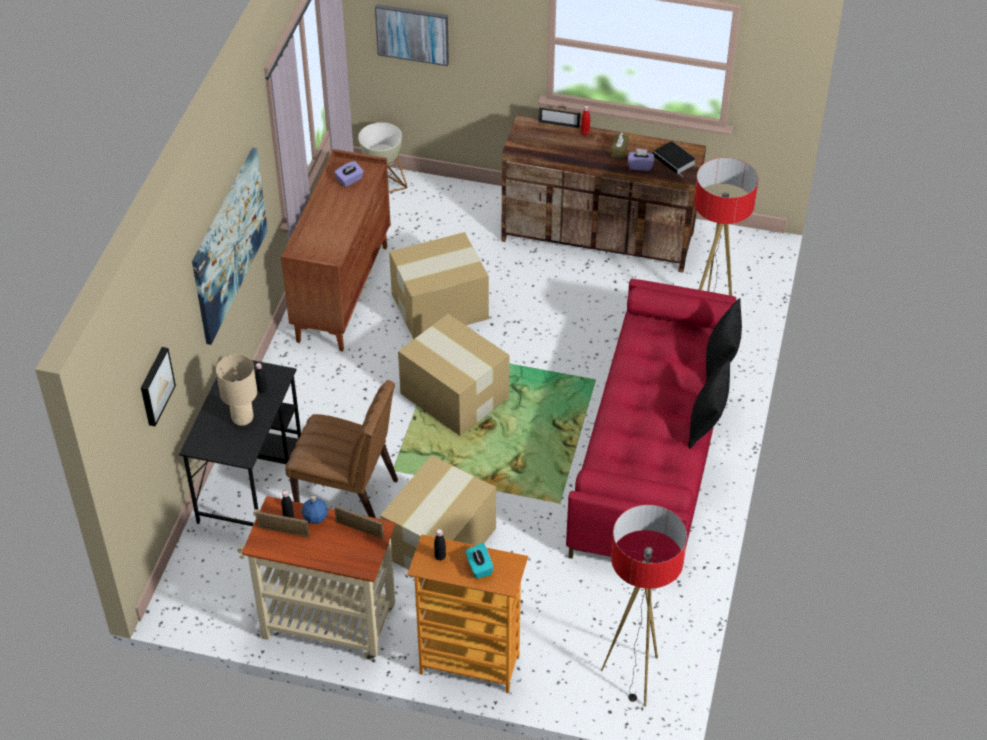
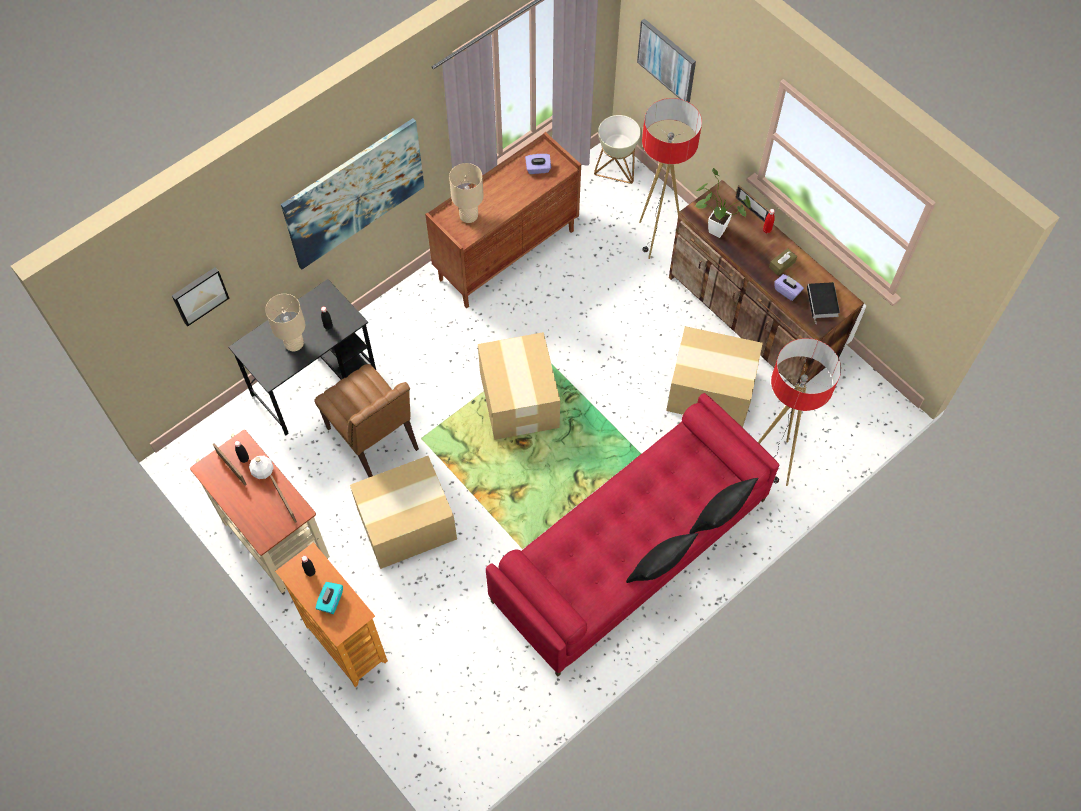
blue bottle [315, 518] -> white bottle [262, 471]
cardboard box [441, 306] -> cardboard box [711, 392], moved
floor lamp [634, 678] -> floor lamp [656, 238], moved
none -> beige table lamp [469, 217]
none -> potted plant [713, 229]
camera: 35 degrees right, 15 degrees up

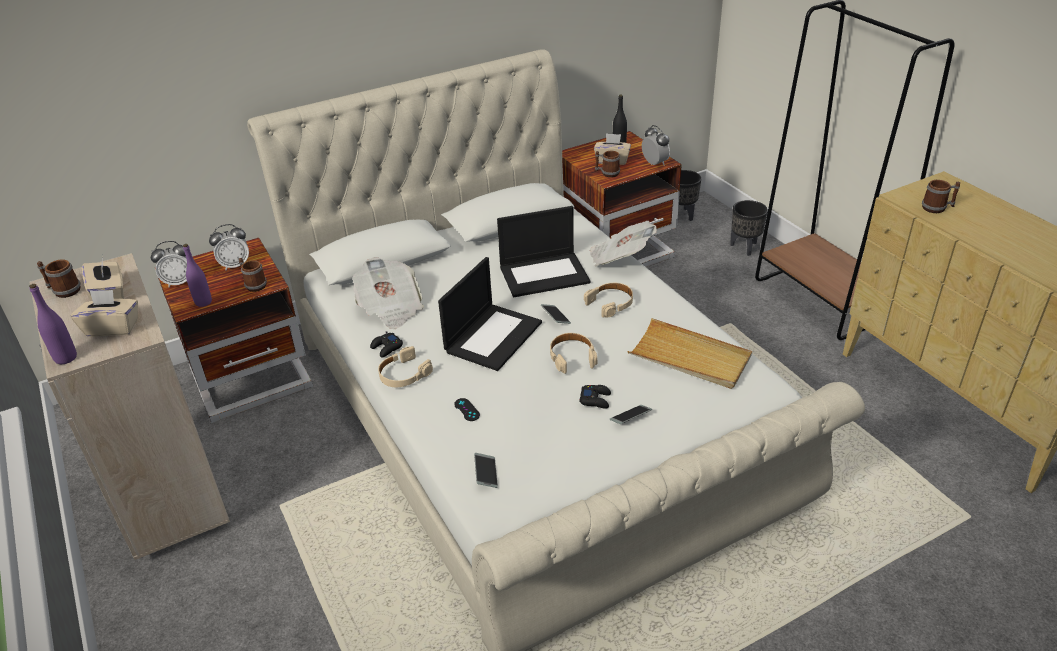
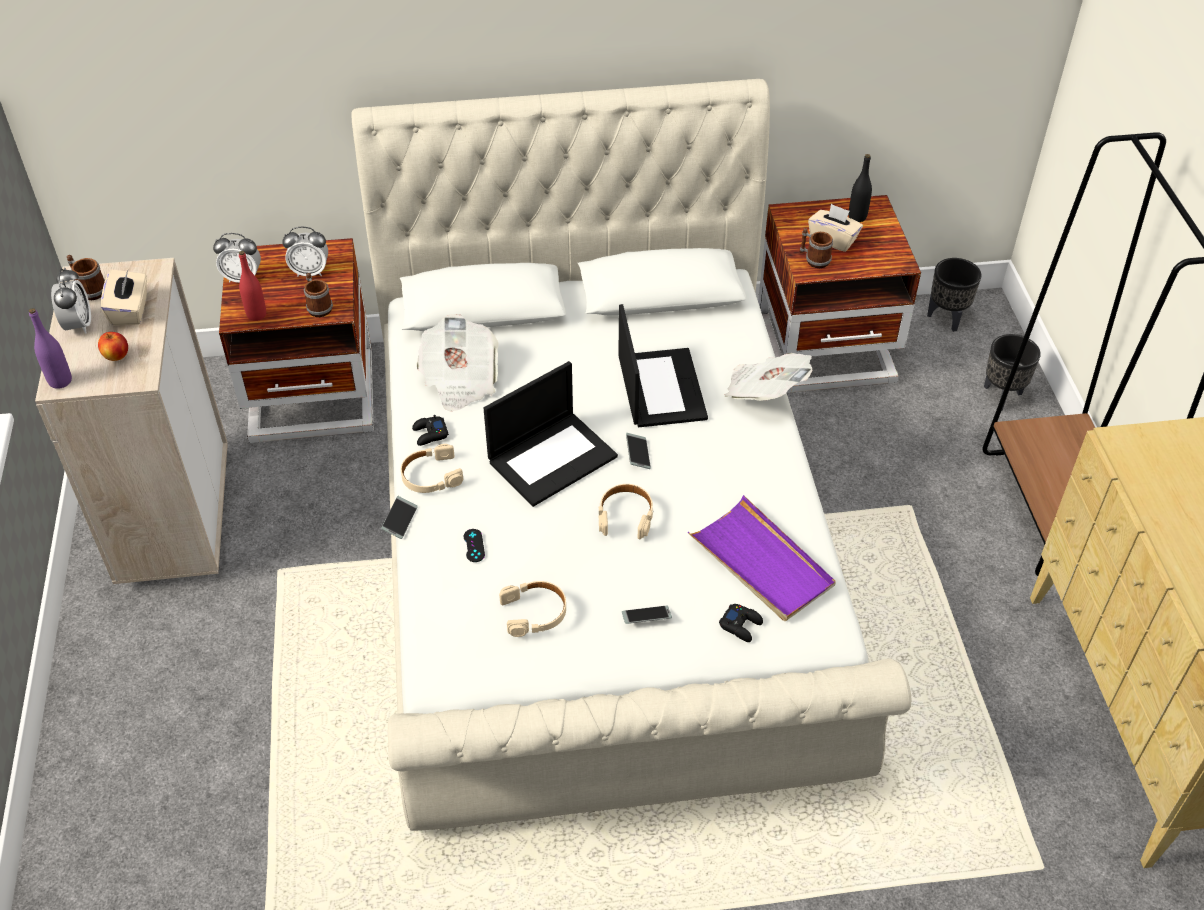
beige tissue box [112, 328] -> apple [116, 356]
purple bottle [203, 302] -> red bottle [256, 315]
phone [486, 473] -> phone [400, 520], moved
laptop [544, 274] -> laptop [660, 387], 105 degrees counterclockwise
black game controller [595, 399] -> black game controller [741, 625], moved
beige headphones [610, 303] -> beige headphones [534, 612], moved
beige tray [690, 357] -> purple tray [761, 563]
alarm clock [654, 163] -> alarm clock [78, 325], moved
mug [937, 208] -> none
camera: 20 degrees right, 10 degrees up

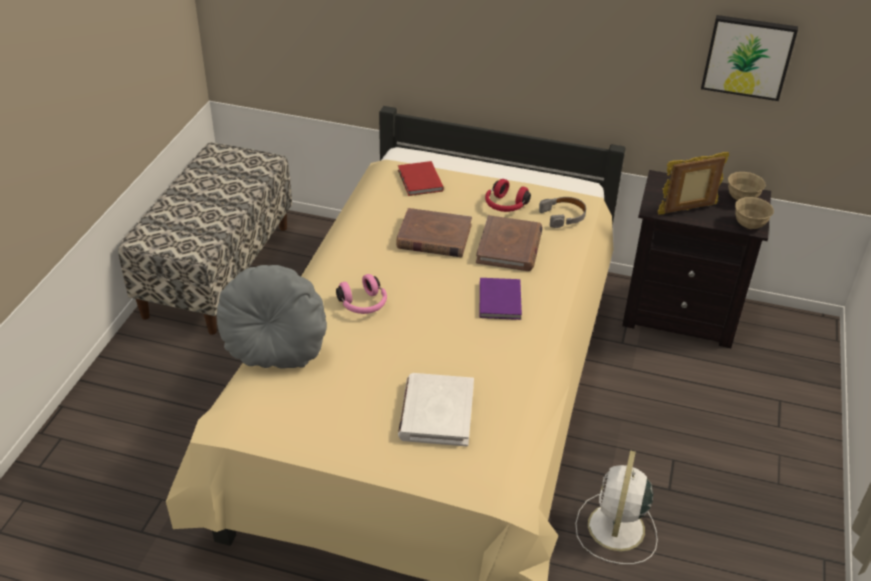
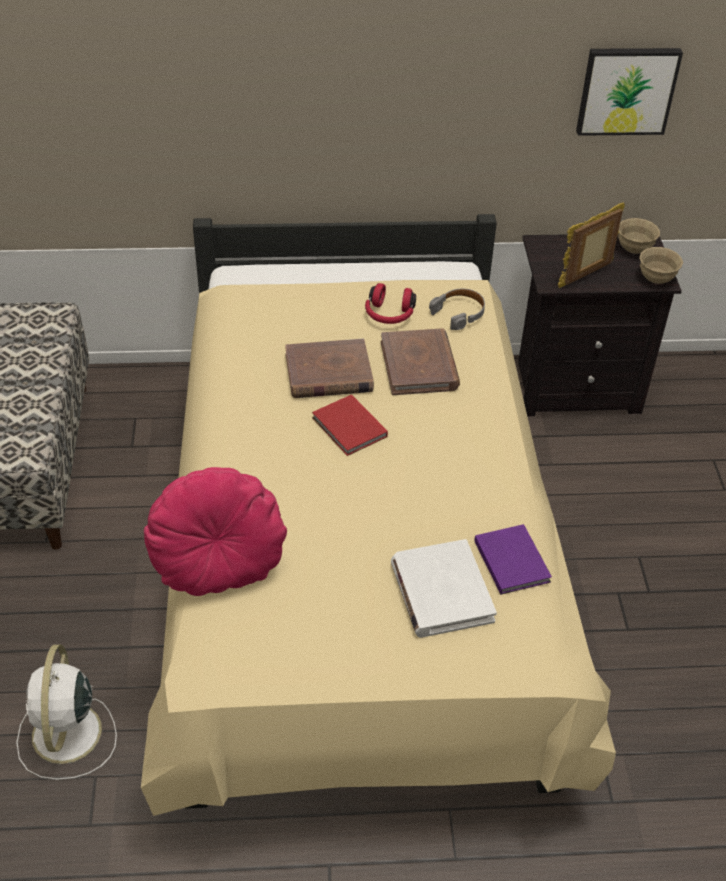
grey pillow [275, 354] -> pink pillow [219, 571]
pink headphones [363, 305] -> none
red book [419, 181] -> red book [349, 429], moved
purple book [500, 299] -> purple book [512, 559], moved
white fan [615, 529] -> white fan [66, 736], moved
camera: 20 degrees left, 5 degrees up

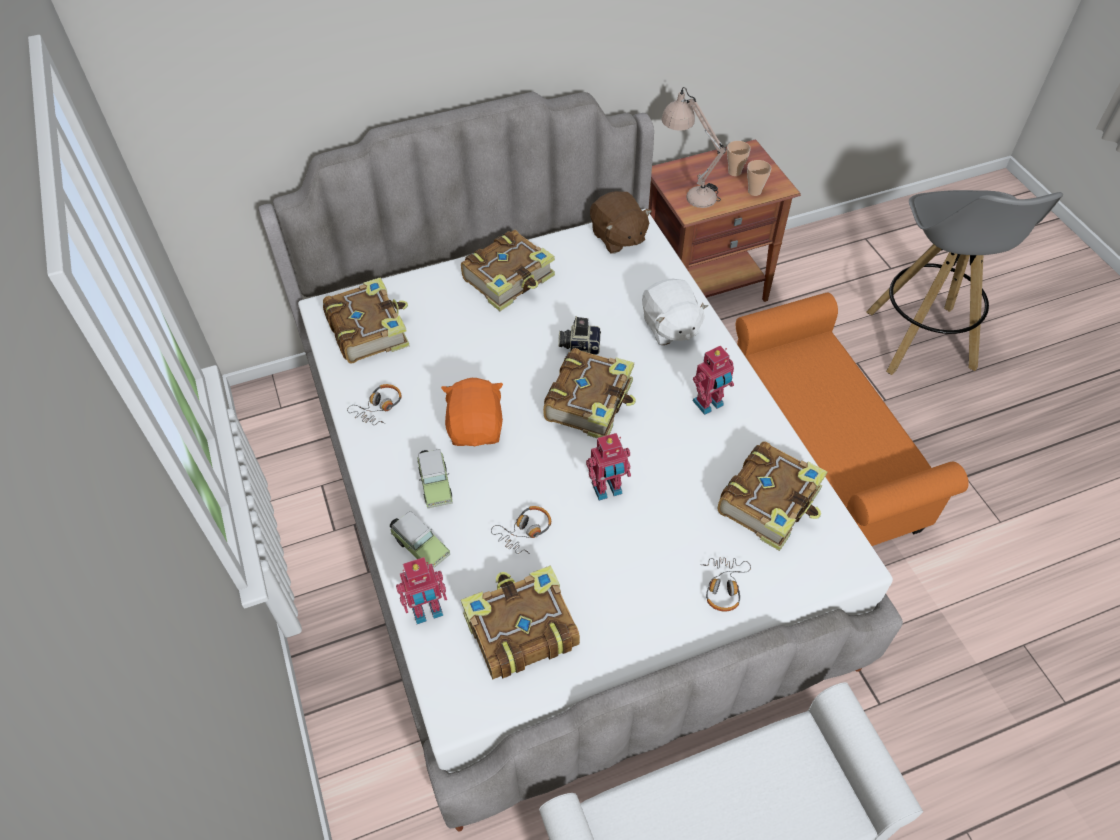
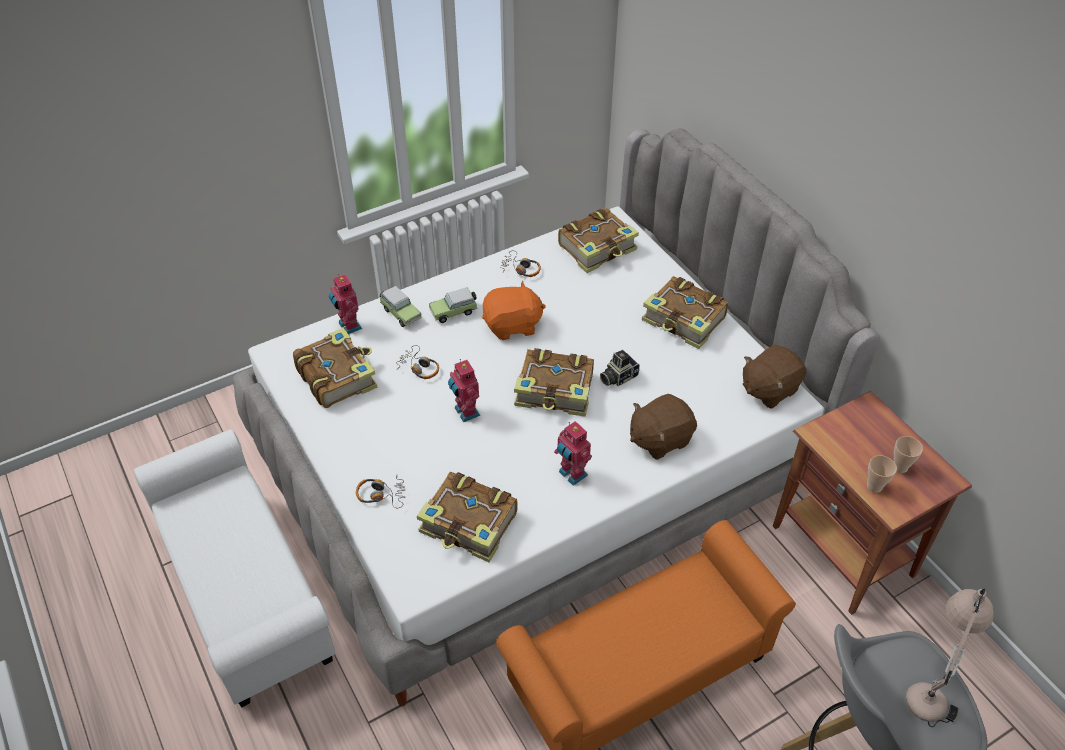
toy car [420, 546] -> toy car [400, 313], 75 degrees counterclockwise
photo camera [579, 345] -> photo camera [617, 377], 120 degrees counterclockwise
white plush toy [670, 327] -> brown plush toy [659, 439]
beige table lamp [688, 190] -> beige table lamp [933, 684], moved
camera: 80 degrees right, 5 degrees down

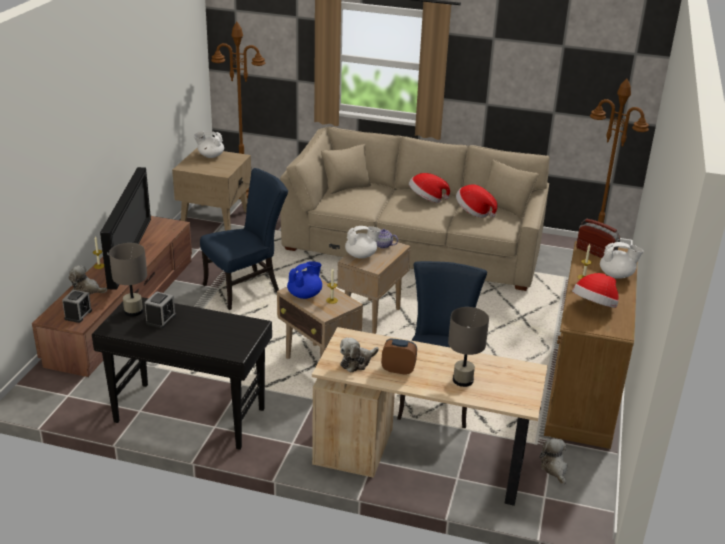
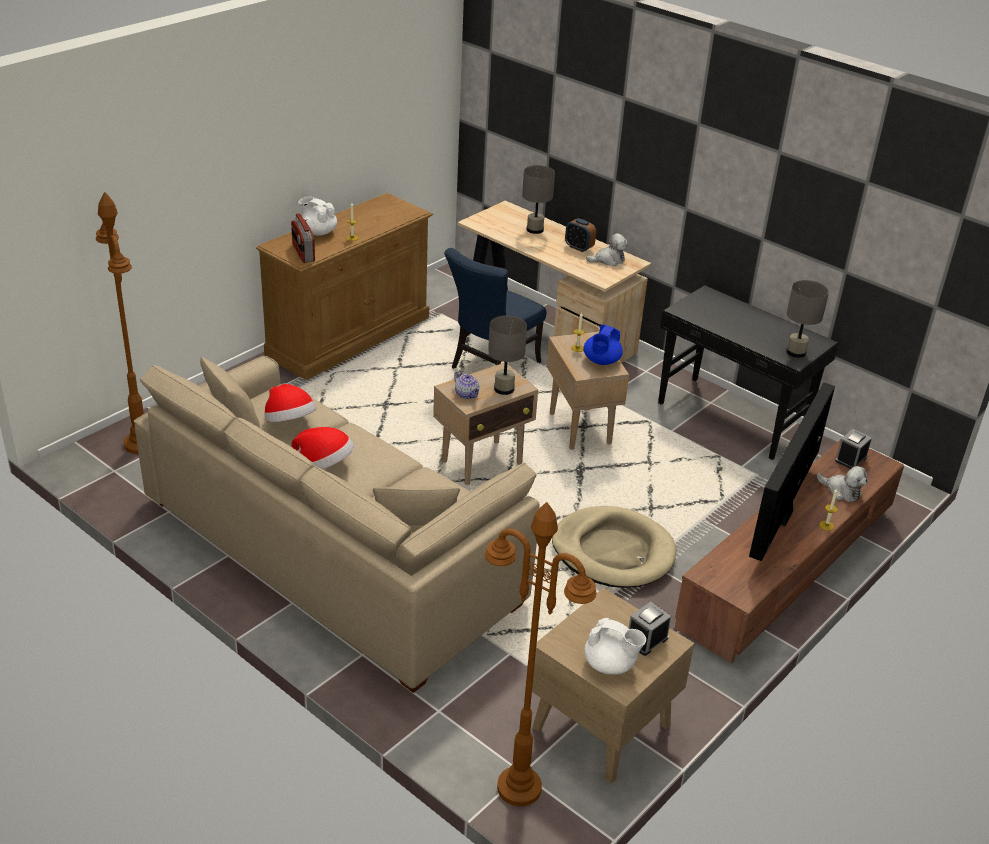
alarm clock [161, 319] -> alarm clock [646, 640], moved
blue chair [246, 288] -> beige dog bed [613, 551]
blue teapot [305, 295] -> blue teapot [601, 361], 45 degrees counterclockwise
white teapot [361, 255] -> grey table lamp [504, 388]
plush toy [554, 468] -> none
hat [594, 307] -> none
camera: 155 degrees left, 5 degrees up

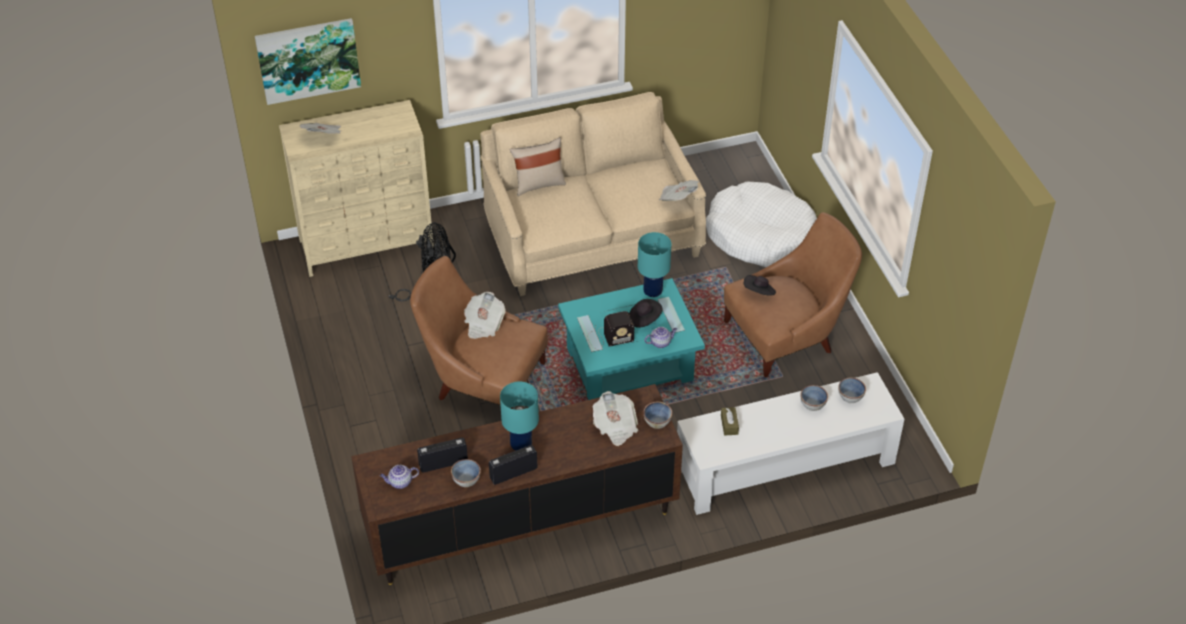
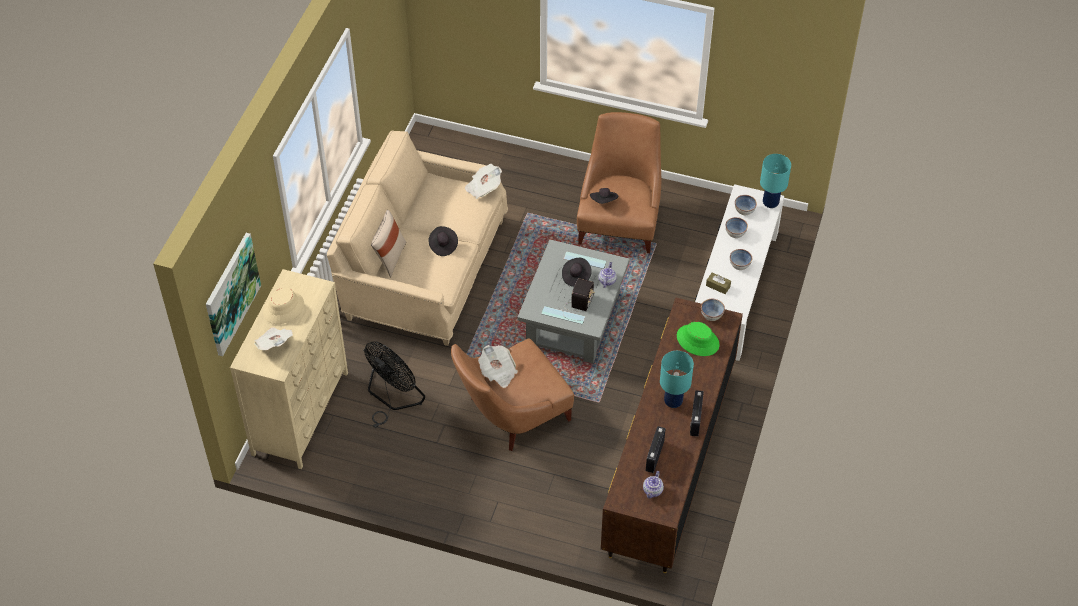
bowl [466, 480] -> bowl [740, 265], moved
turquoise coffee table [629, 364] -> grey coffee table [573, 319]
newspaper [615, 427] -> green hat [698, 340]
turquoise table lamp [653, 292] -> turquoise table lamp [770, 203], moved
white dog bed [760, 236] -> none
none -> beige hat [283, 308]
none -> black hat [443, 246]
camera: 55 degrees left, 5 degrees up

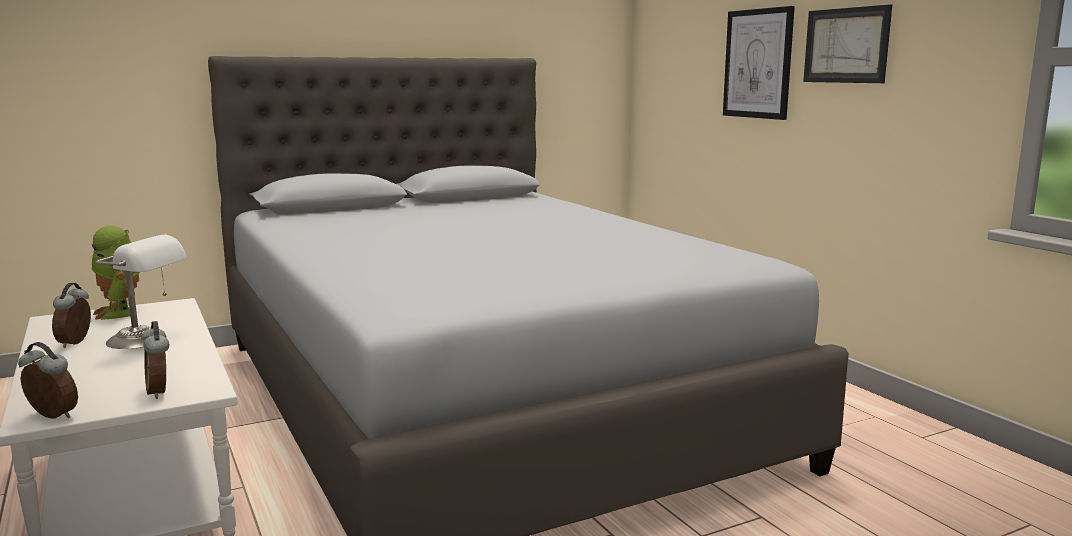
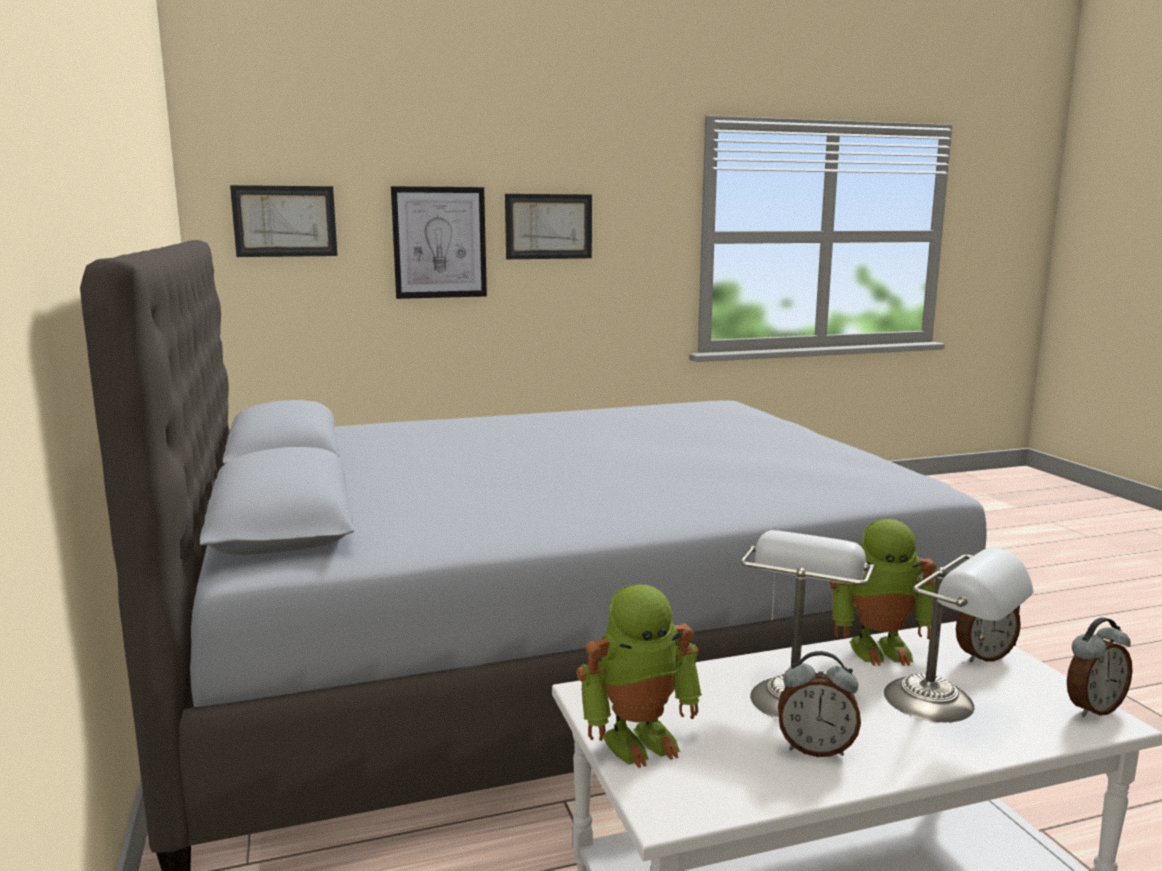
alarm clock [51, 417] -> alarm clock [1092, 708], 150 degrees counterclockwise
none -> picture [285, 221]
none -> toy robot [880, 648]
none -> white table lamp [947, 705]
camera: 80 degrees left, 0 degrees up

